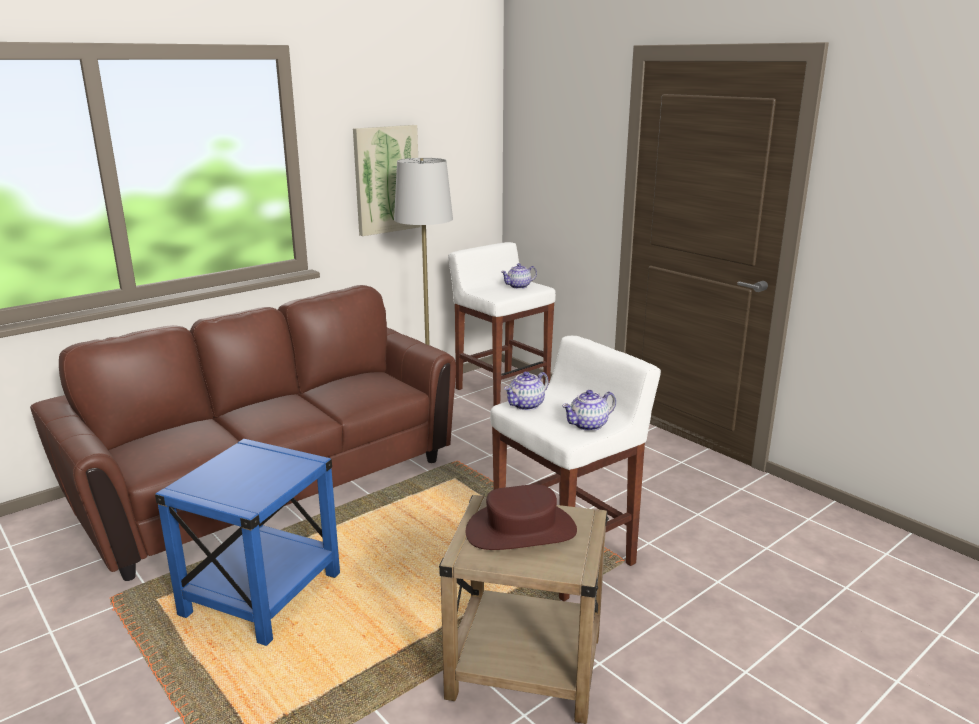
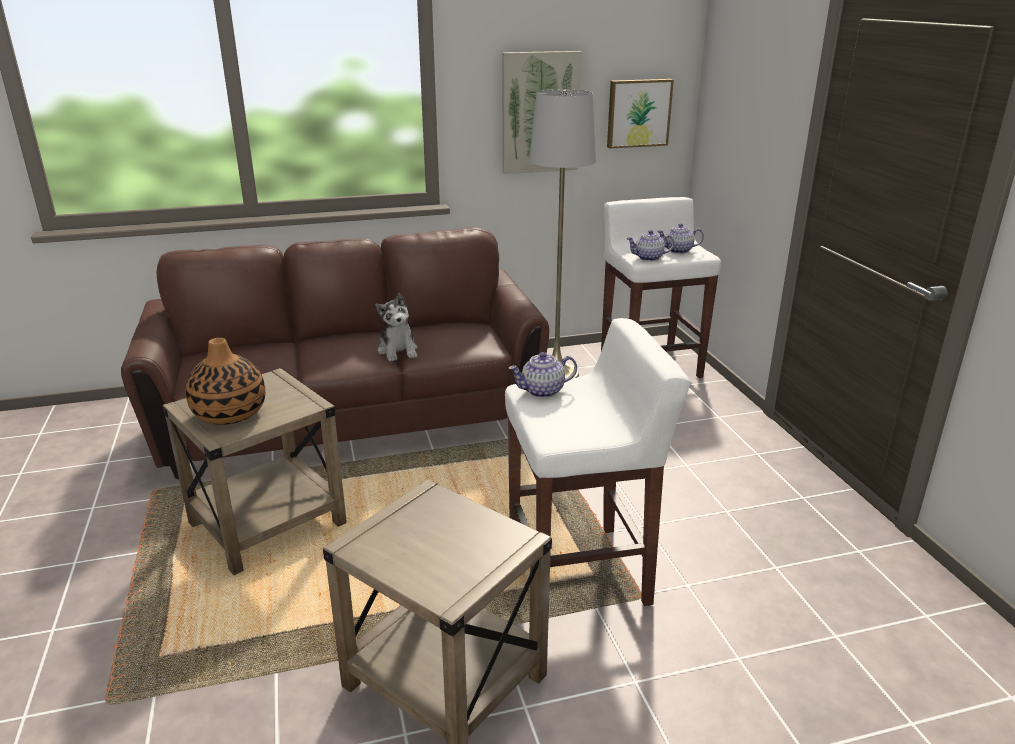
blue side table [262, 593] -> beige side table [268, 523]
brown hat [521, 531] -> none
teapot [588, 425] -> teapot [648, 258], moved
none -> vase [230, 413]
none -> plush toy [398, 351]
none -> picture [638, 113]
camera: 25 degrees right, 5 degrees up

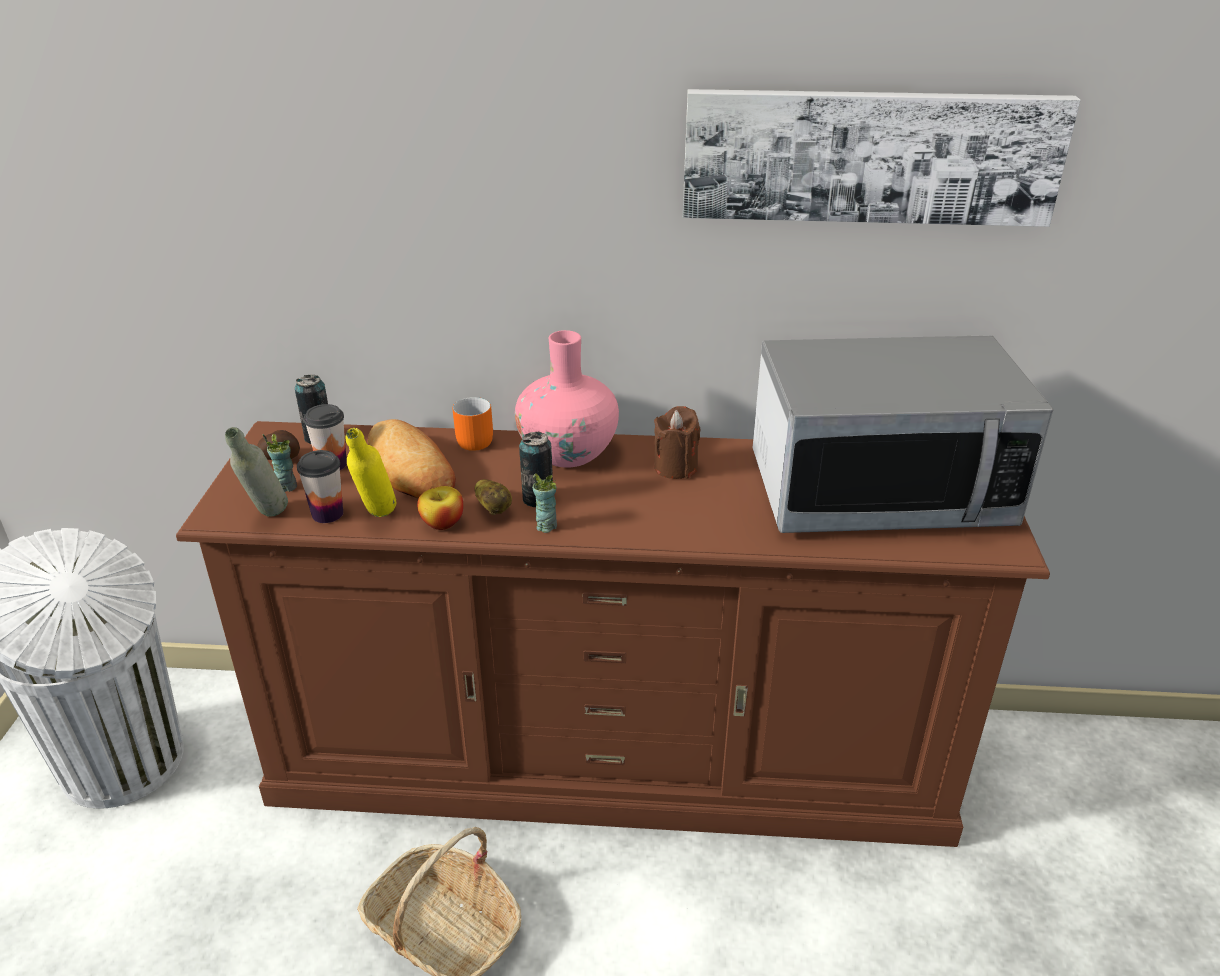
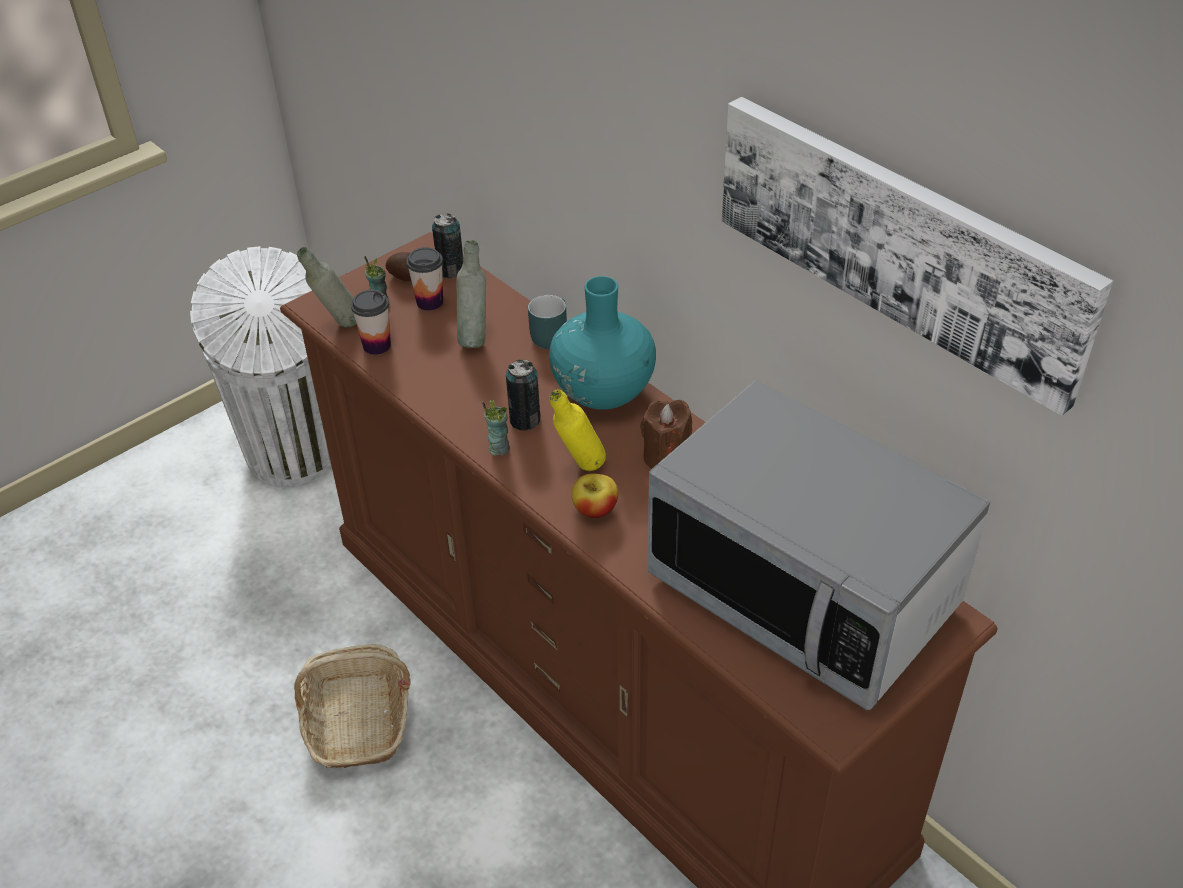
yellow bottle [377, 519] -> yellow bottle [579, 470], moved
bread [411, 469] -> grey bottle [474, 338]
apple [442, 523] -> apple [595, 509], moved
orange mug [470, 440] -> turquoise mug [549, 334]
potato [493, 509] -> none
pink vase [568, 453] -> turquoise vase [603, 391]
camera: 45 degrees right, 10 degrees up

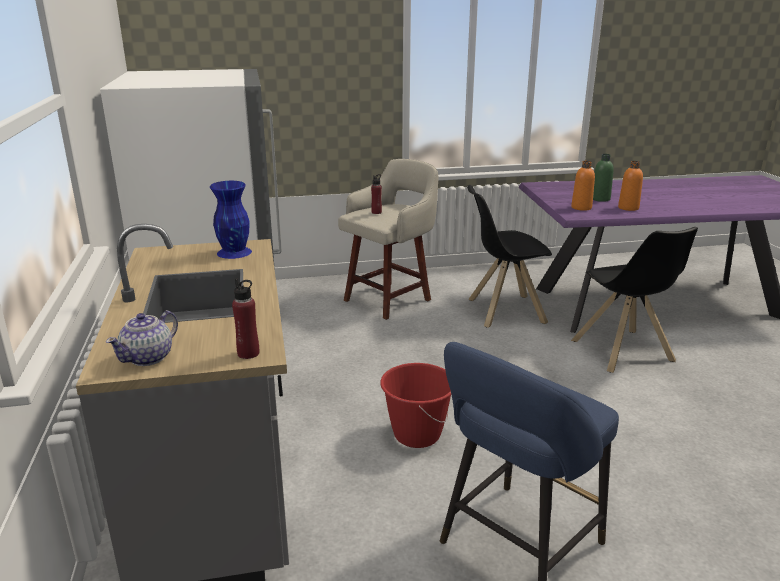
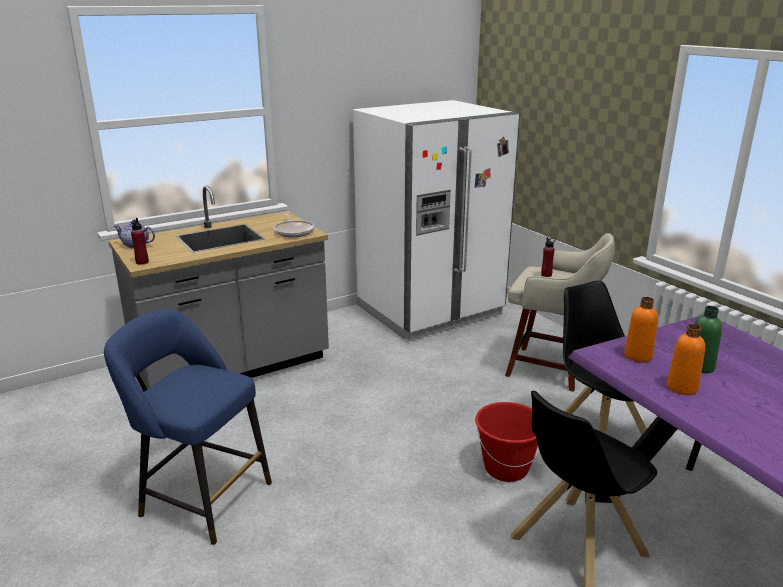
blue vase [234, 252] -> frying pan [294, 231]
red bucket [416, 434] -> red bucket [506, 468], moved
camera: 70 degrees right, 0 degrees up

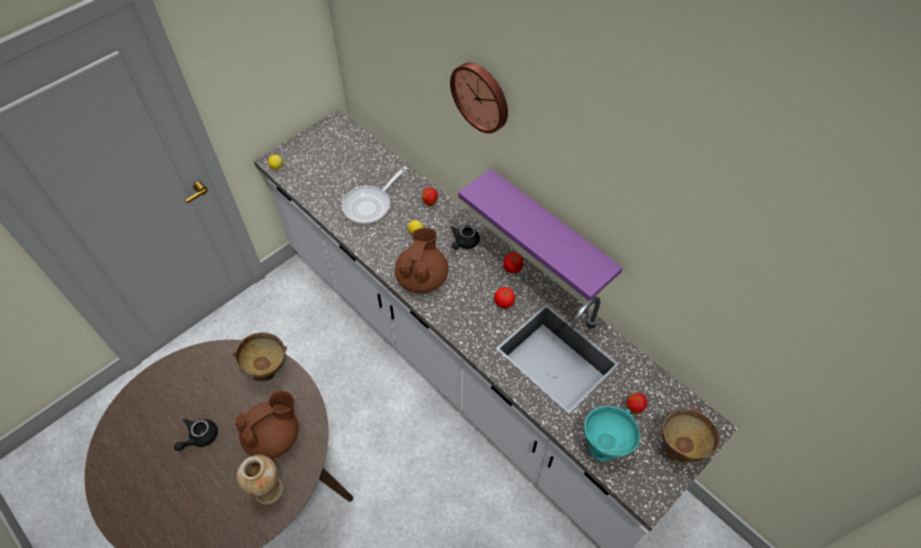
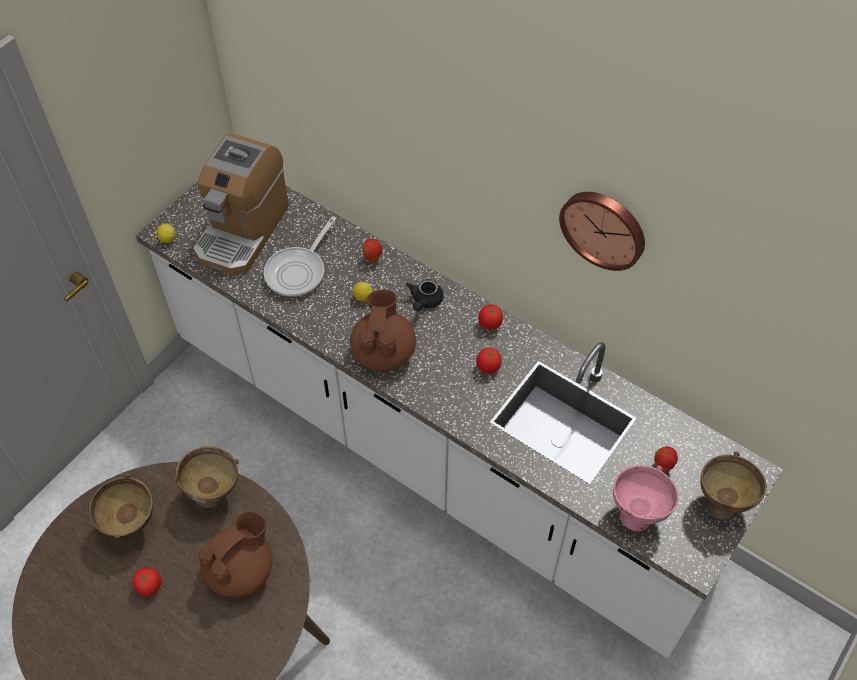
black teapot [200, 437] -> tomato [149, 586]
vase [269, 490] -> none
wall clock [481, 96] -> wall clock [604, 228], moved
purple shelf [550, 231] -> none
turquoise bowl [605, 445] -> pink bowl [638, 512]
none -> brown bowl [131, 527]
none -> coffee machine [242, 231]
camera: 10 degrees left, 0 degrees up

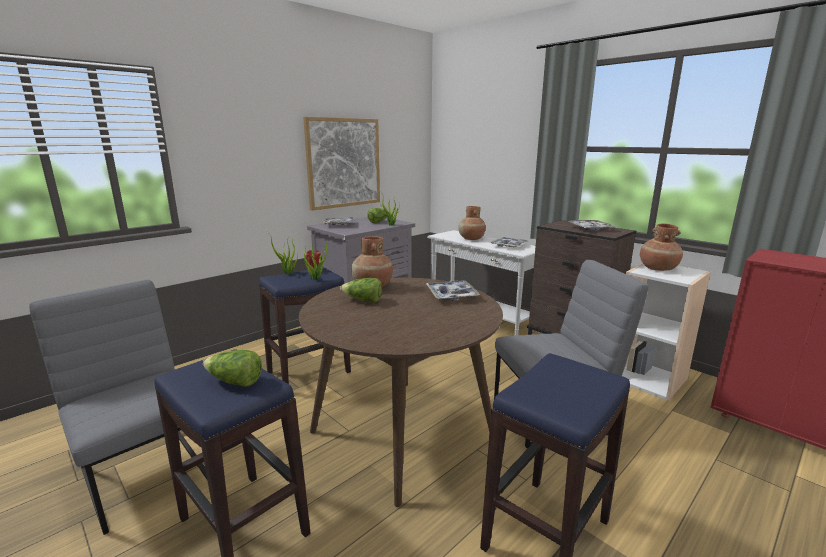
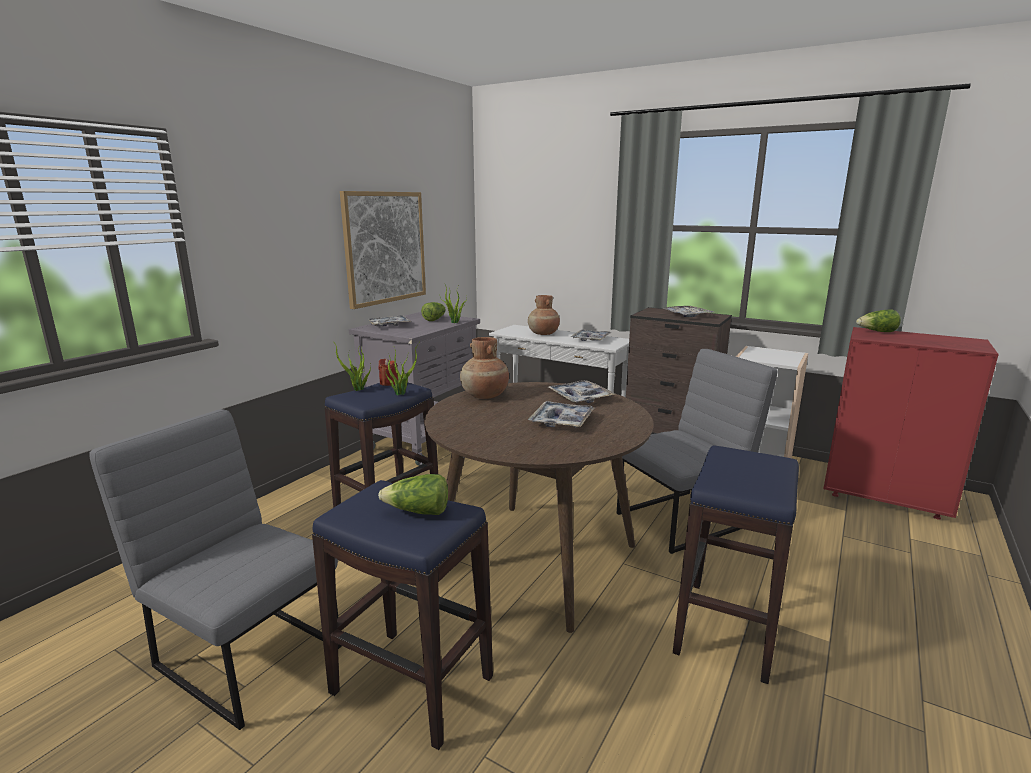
lettuce [363, 300] -> lettuce [877, 332], moved
brown vase [657, 268] -> none
none -> tray [561, 421]
camera: 15 degrees left, 0 degrees up

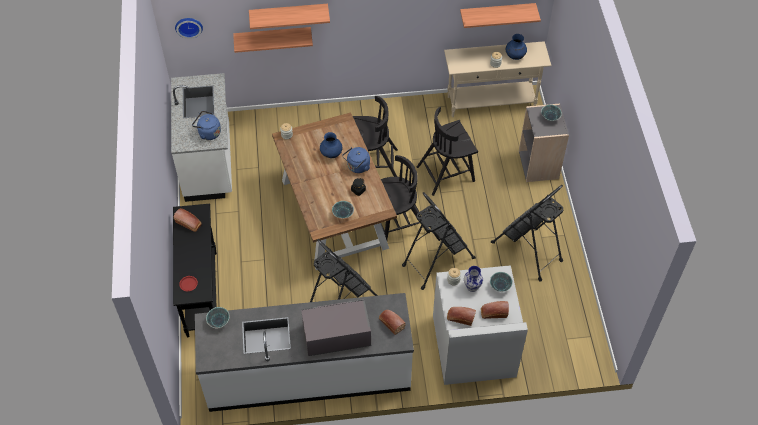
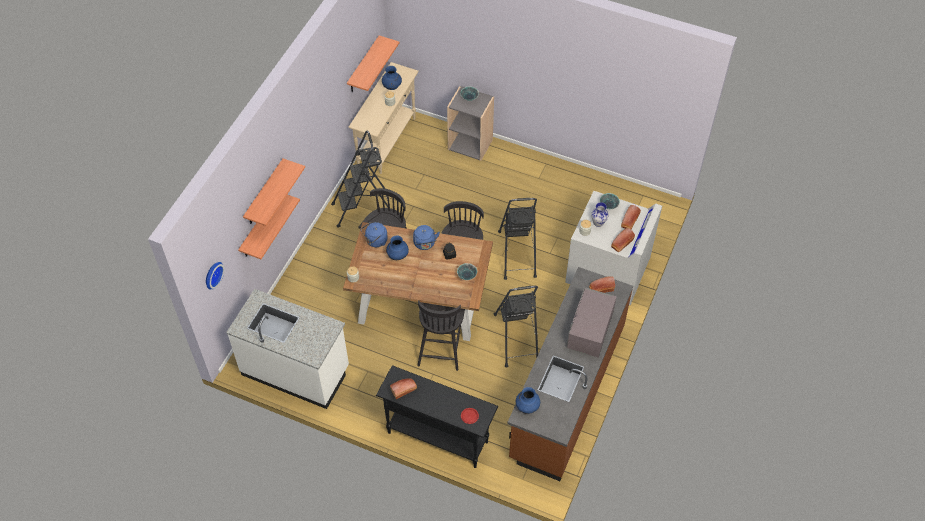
blue kettle [208, 133] -> blue kettle [375, 241], moved
white counter [308, 373] -> brown counter [566, 392]
bowl [219, 322] -> blue vase [527, 407]
black chair [447, 173] -> black chair [441, 346], moved
step ladder [527, 251] -> step ladder [364, 209], moved
camera: 60 degrees left, 0 degrees up

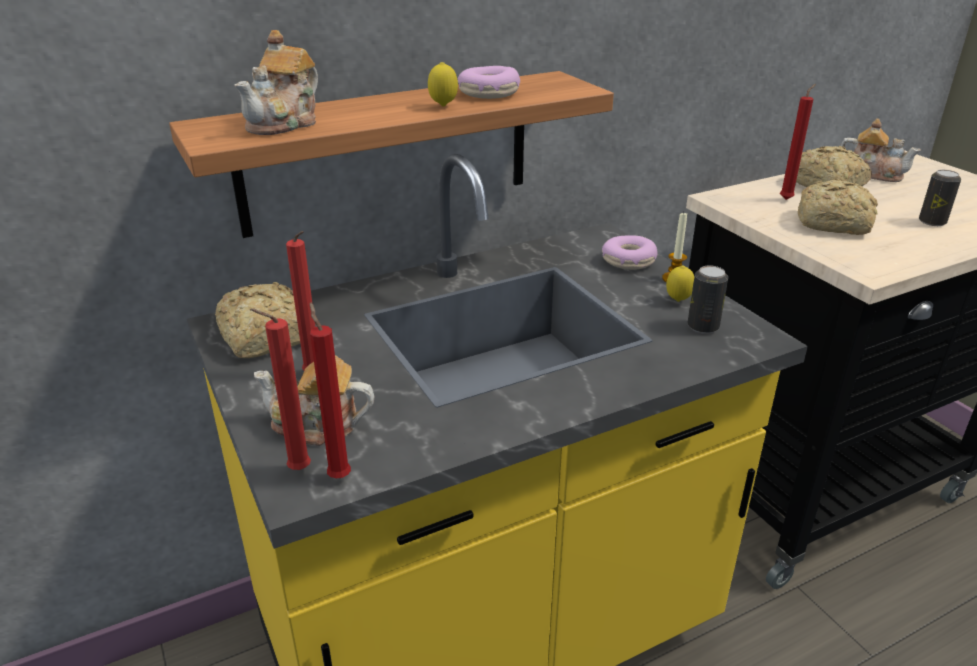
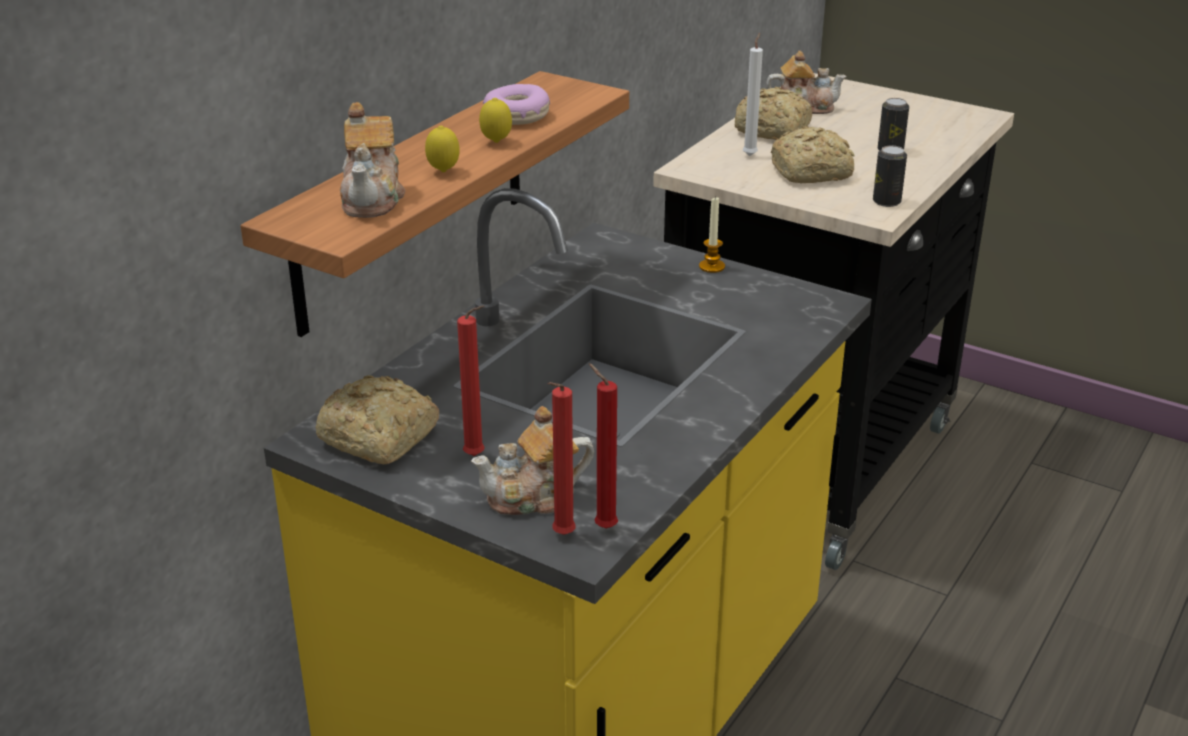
donut [628, 261] -> none
lemon [678, 301] -> lemon [443, 172], moved
can [703, 326] -> can [886, 202], moved
red candle [787, 199] -> white candle [750, 155]
camera: 30 degrees left, 0 degrees up

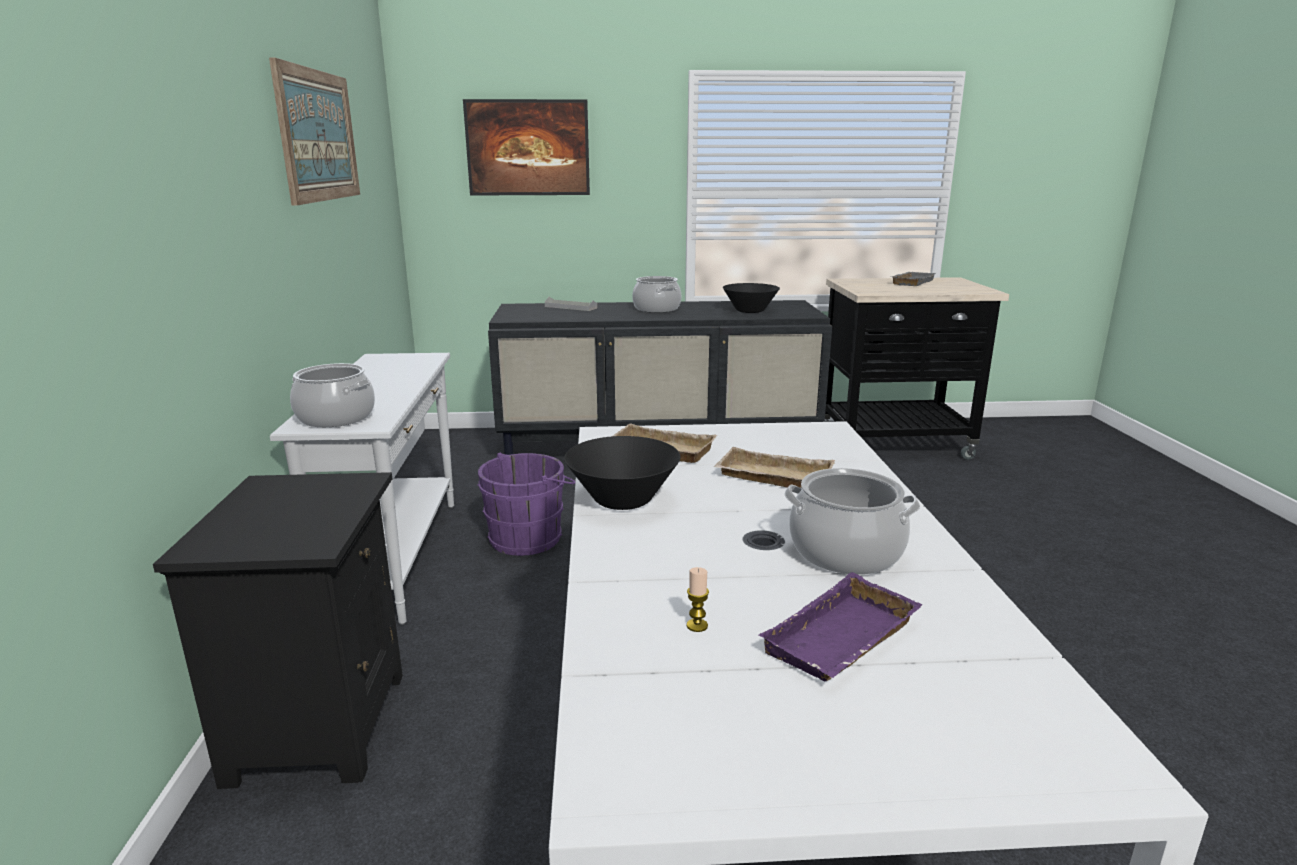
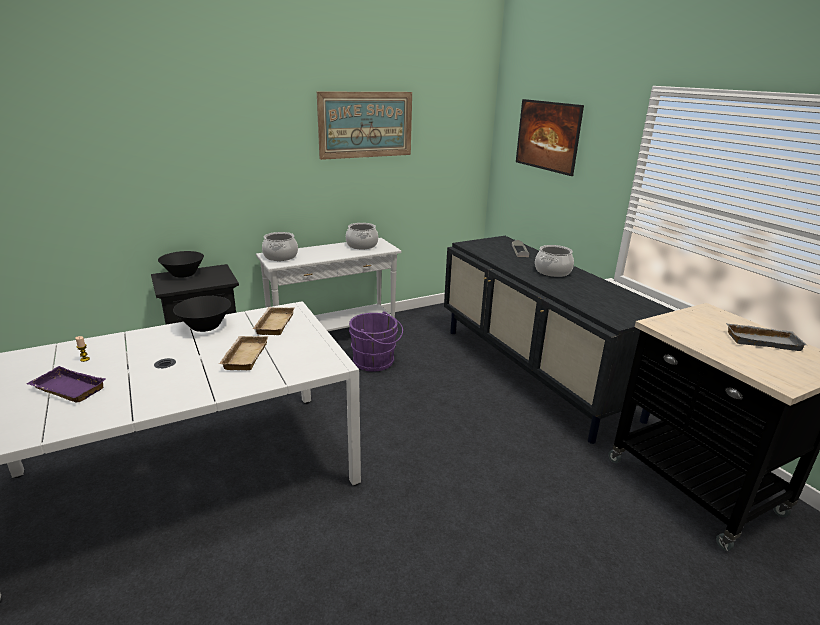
black bowl [749, 311] -> black bowl [184, 274], moved
cooking pot [845, 552] -> cooking pot [361, 245], moved
camera: 65 degrees right, 5 degrees up

